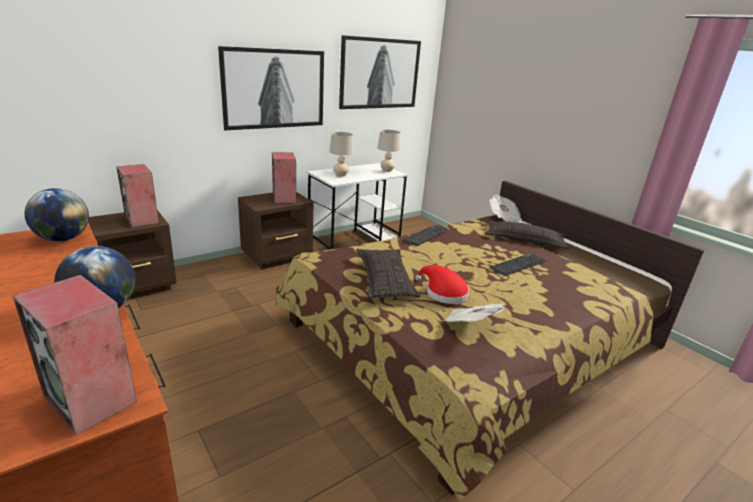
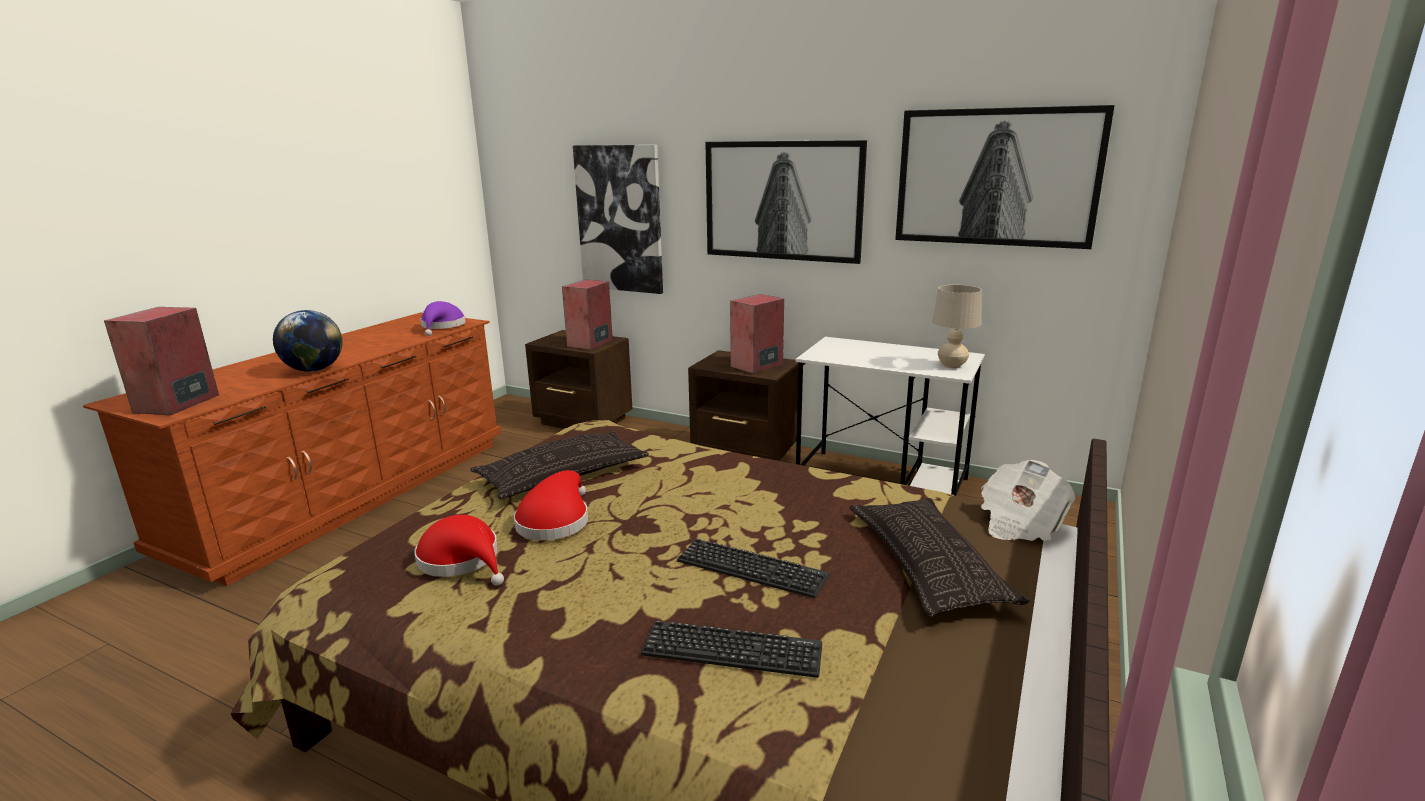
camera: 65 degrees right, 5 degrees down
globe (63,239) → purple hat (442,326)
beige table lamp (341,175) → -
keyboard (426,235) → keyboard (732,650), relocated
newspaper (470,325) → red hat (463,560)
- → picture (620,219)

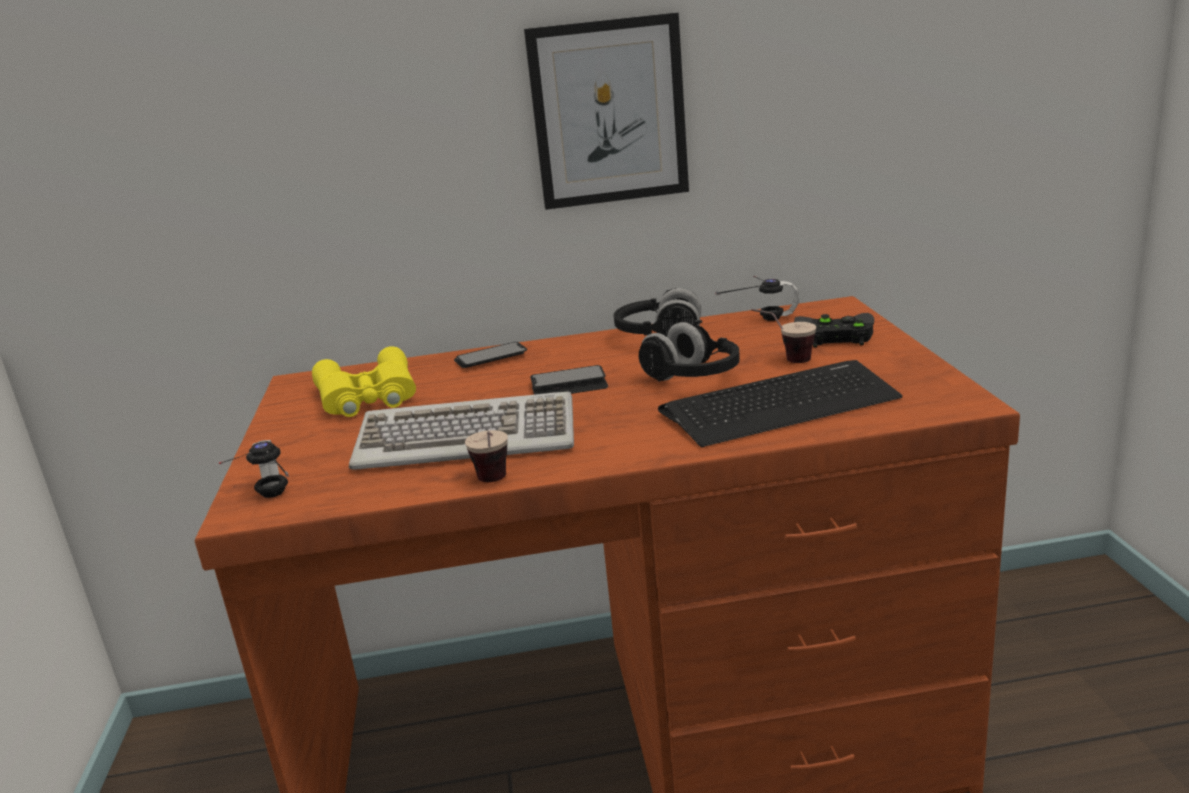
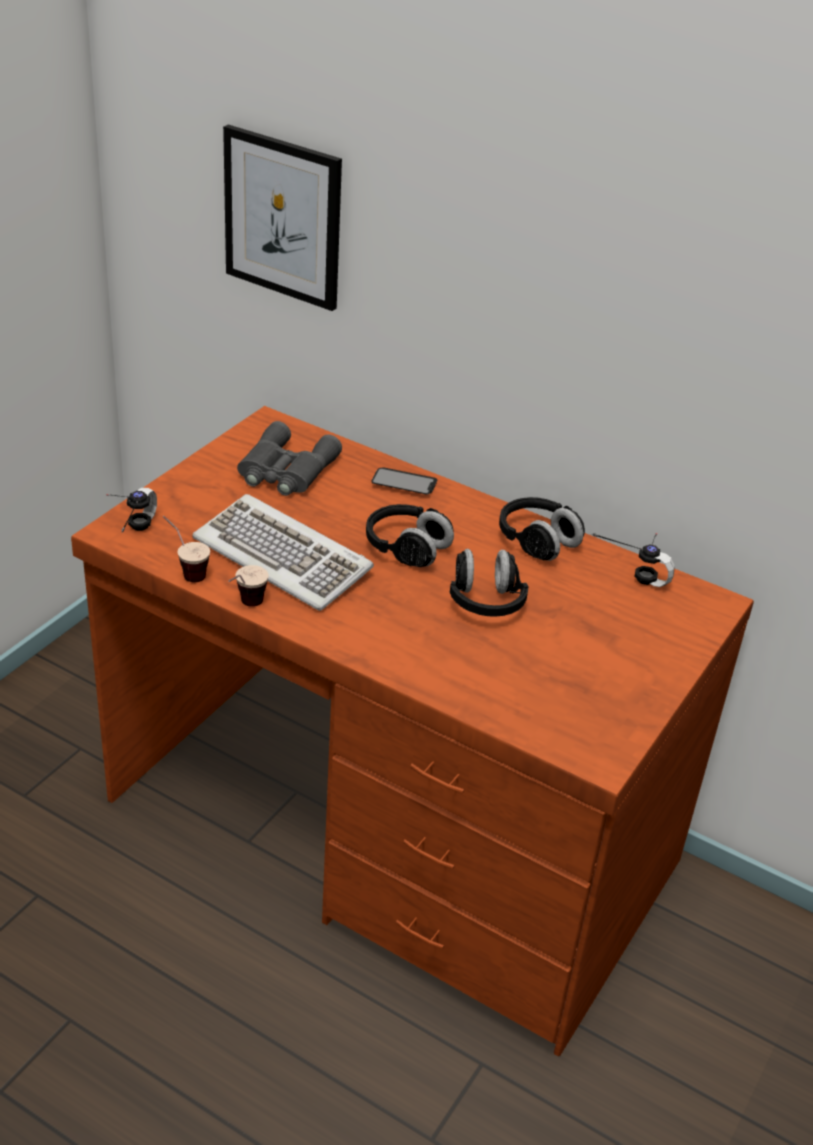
camera: 35 degrees right, 15 degrees up
yellow binoculars (367,396) → grey binoculars (285,470)
picture (608,112) → picture (283,217), relocated
phone (569,385) → black headphones (407,549)
keyboard (780,405) → -
cup (784,361) → cup (185,571), relocated
black game controller (832,336) → -

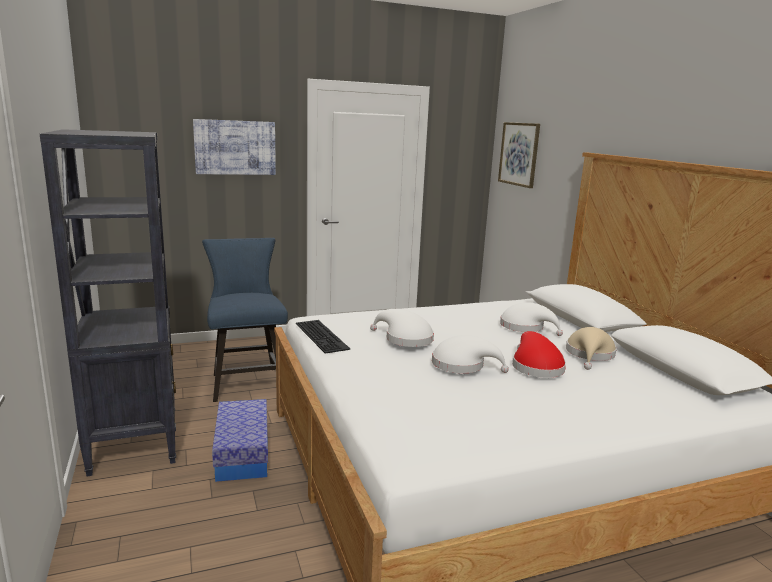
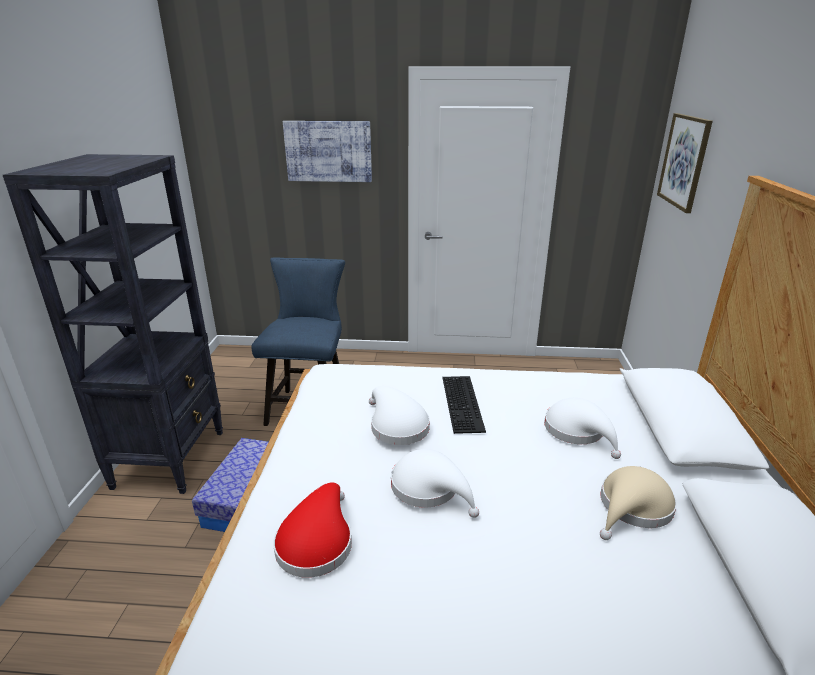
camera: 25 degrees right, 10 degrees up
keyboard (323,336) → keyboard (464,403), relocated
red hat (535,366) → red hat (316,541), relocated

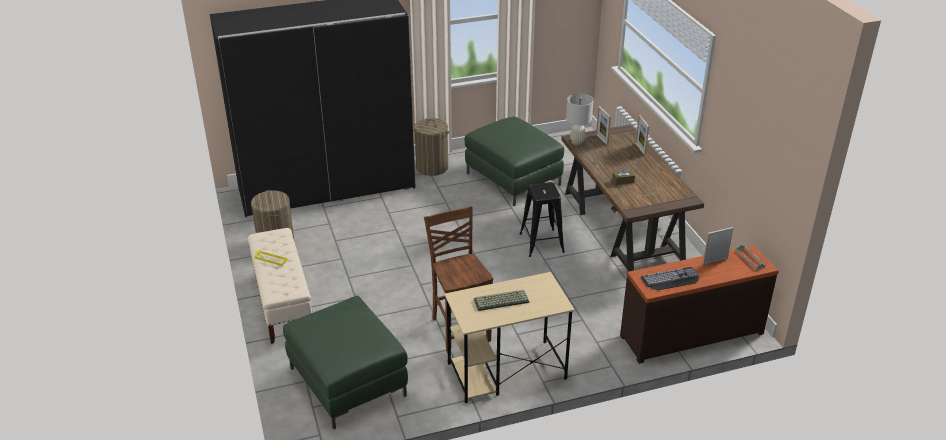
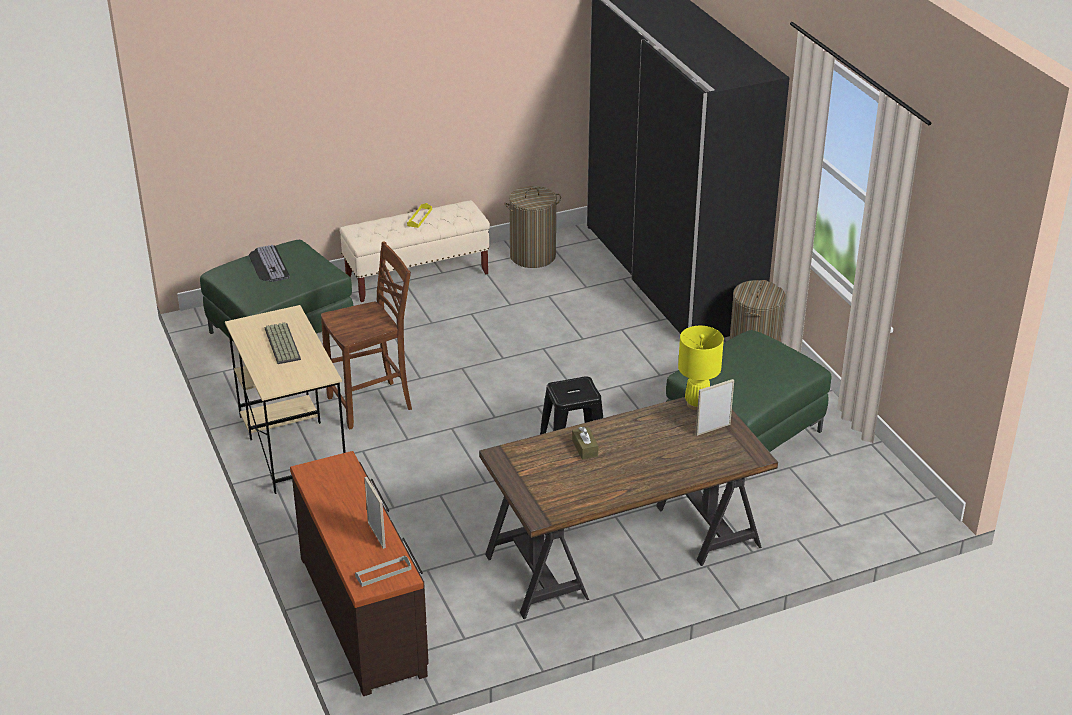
camera: 85 degrees right, 0 degrees up
white table lamp (577,142) → yellow table lamp (697,404)
picture frame (640,149) → -
keyboard (671,280) → keyboard (267,264), relocated

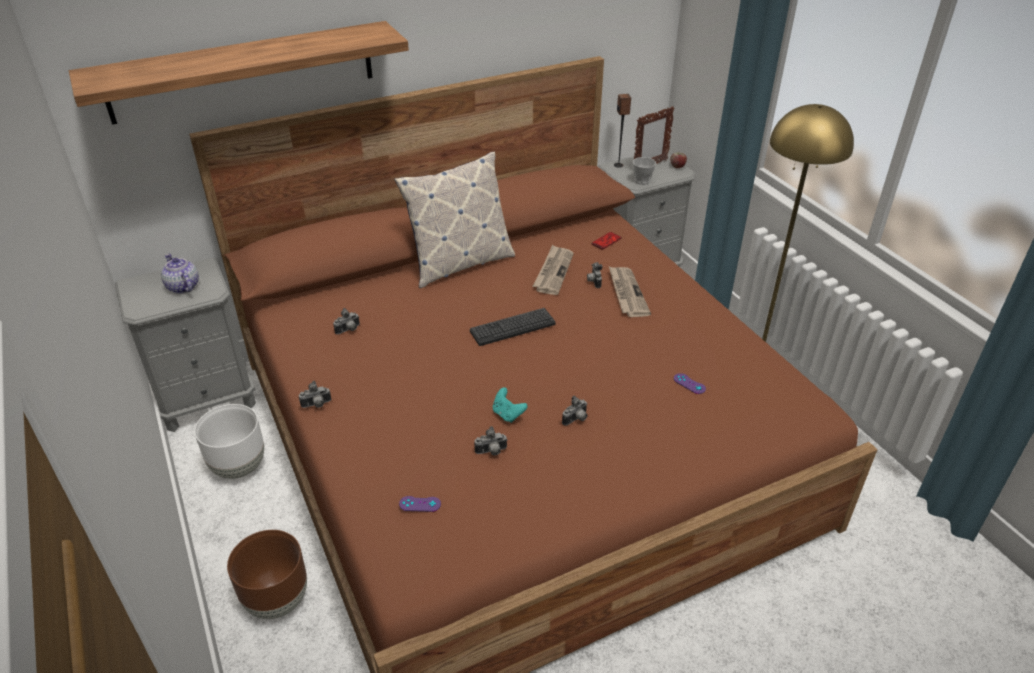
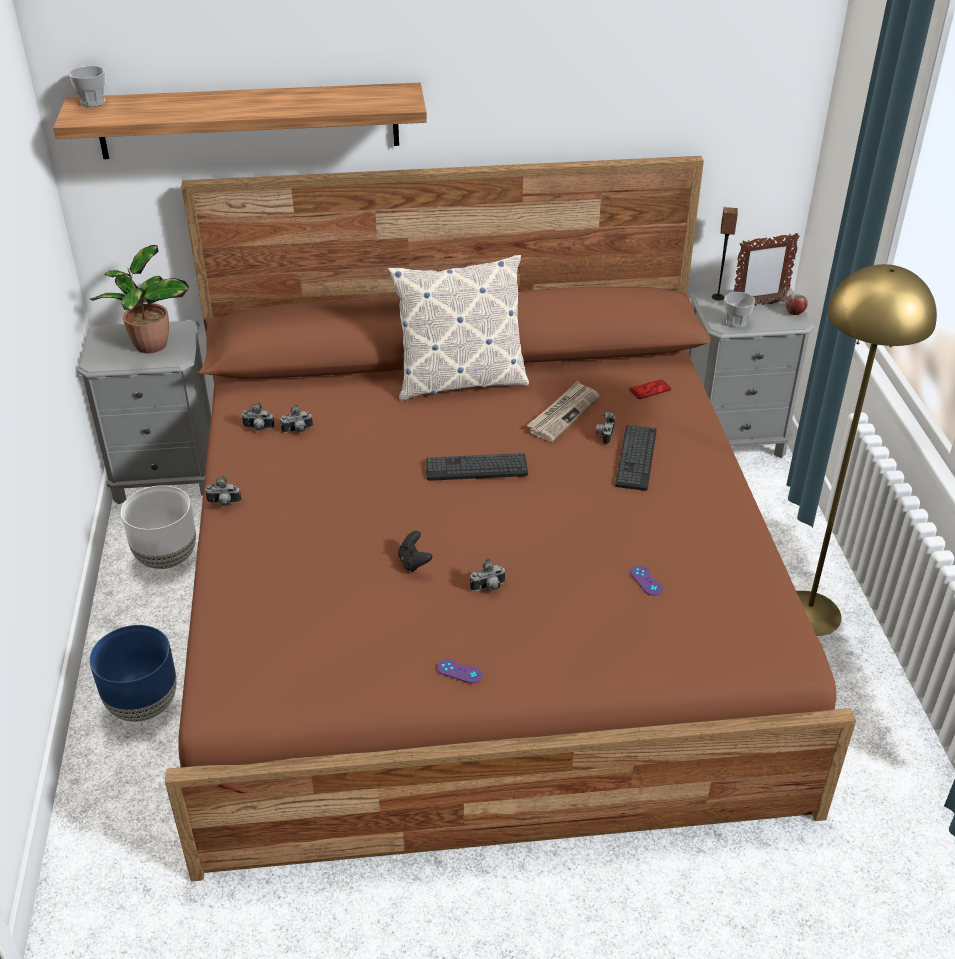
camera: 20 degrees right, 0 degrees up
teapot (182,287) → potted plant (149,346)
brown planter (277,601) → blue planter (143,706)
purple game controller (420,504) → purple game controller (460,671), relocated
photo camera (491,452) → photo camera (258,428), relocated
turquoise game controller (508,414) → black game controller (414,562)
newspaper (626,293) → keyboard (636,458)
- → cup (93,102)

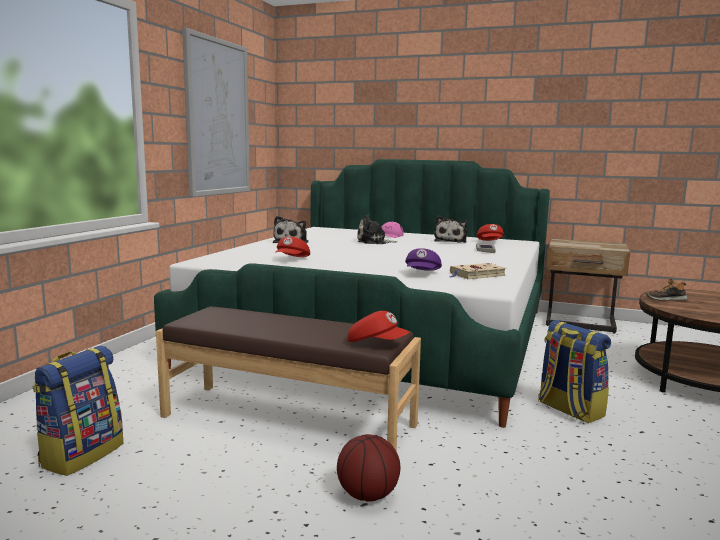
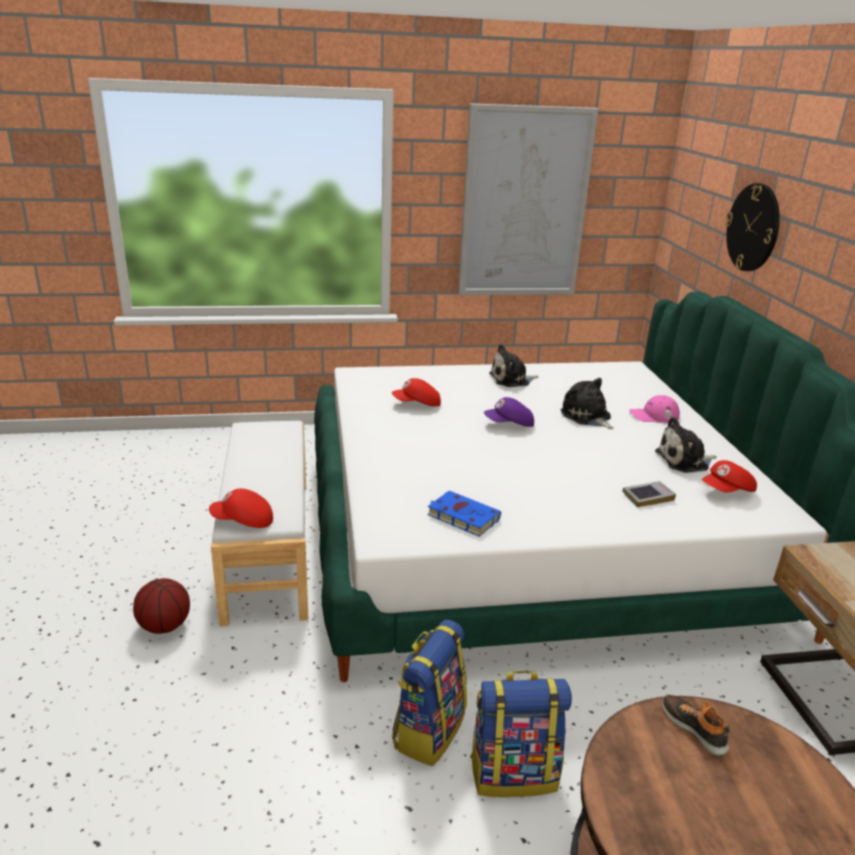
camera: 60 degrees right, 15 degrees up
backpack (82,454) → backpack (514,772), relocated
brown bench (288,420) → white bench (270,547)
red cap (377,344) → red cap (243,521), 90 degrees clockwise
purple cap (423,274) → purple cap (509,424), relocated
beige book (476,275) → blue book (461,516)
- → wall clock (753,227)

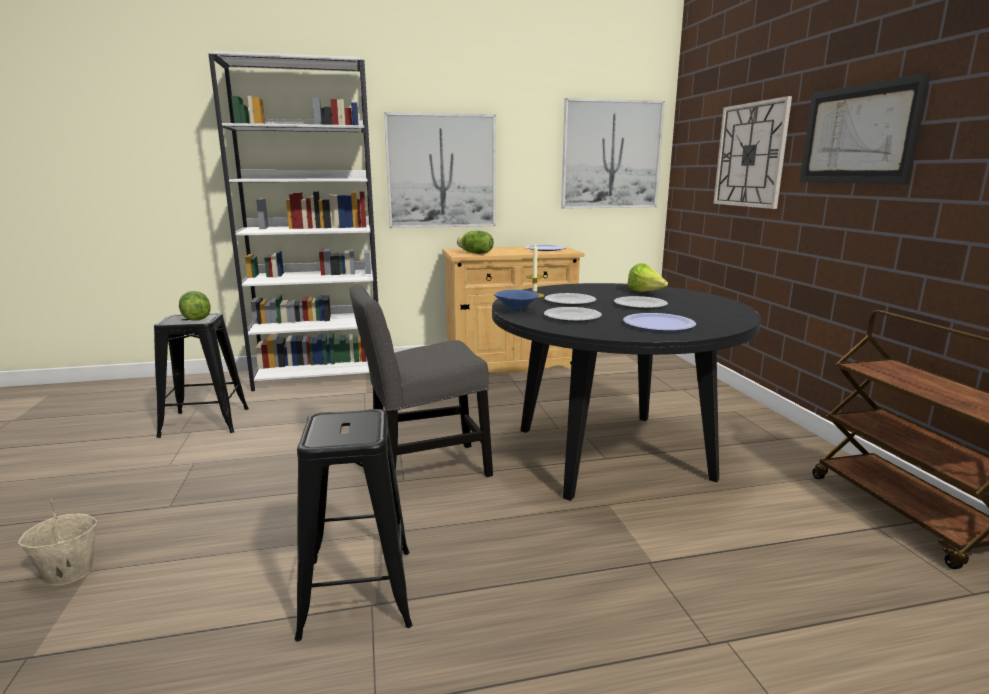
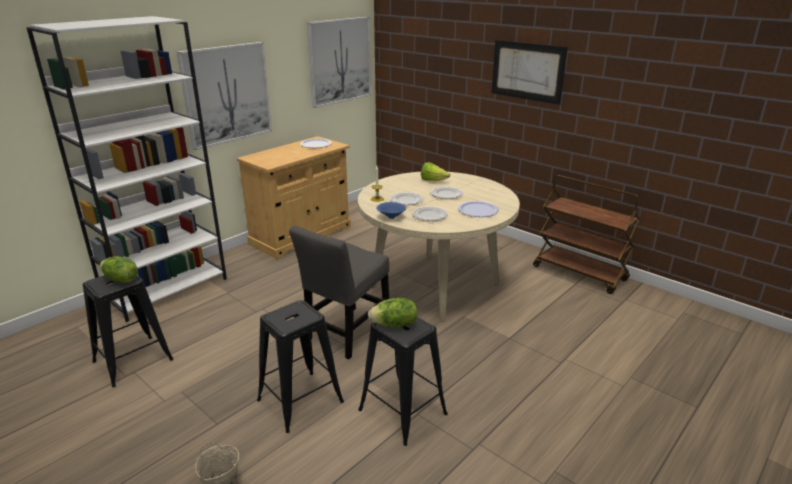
camera: 35 degrees left, 10 degrees up
lettuce (475,253) → lettuce (394,325), relocated
black dining table (611,453) → beige dining table (435,284)
wall clock (750,155) → -
- → black stool (299,401)

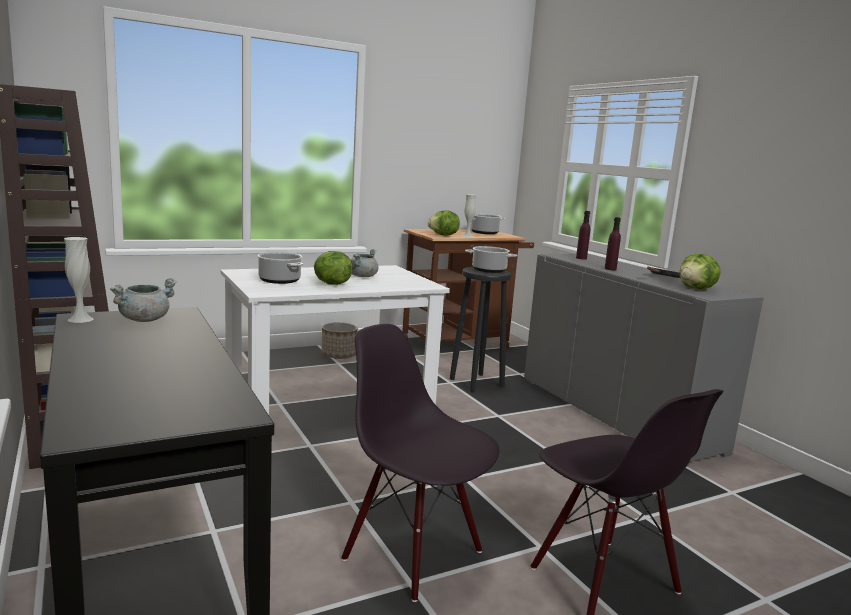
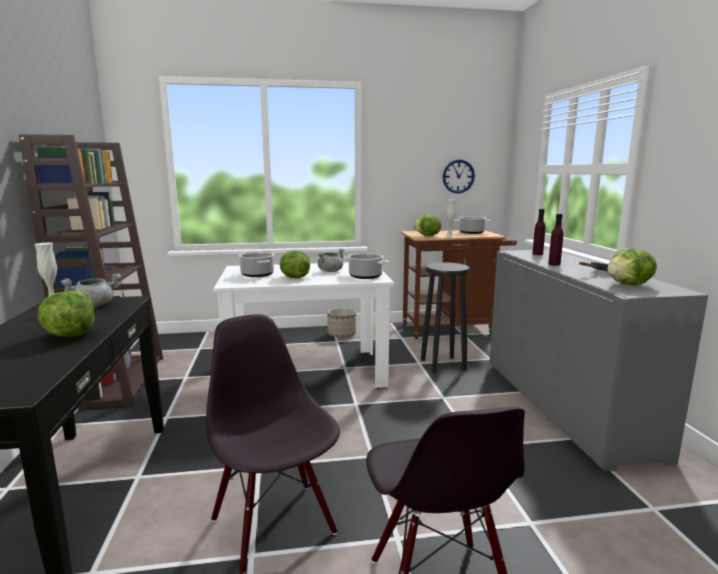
camera: 20 degrees right, 0 degrees up
cooking pot (489,270) → cooking pot (366,276), relocated
- → lettuce (70,335)
- → wall clock (458,176)

